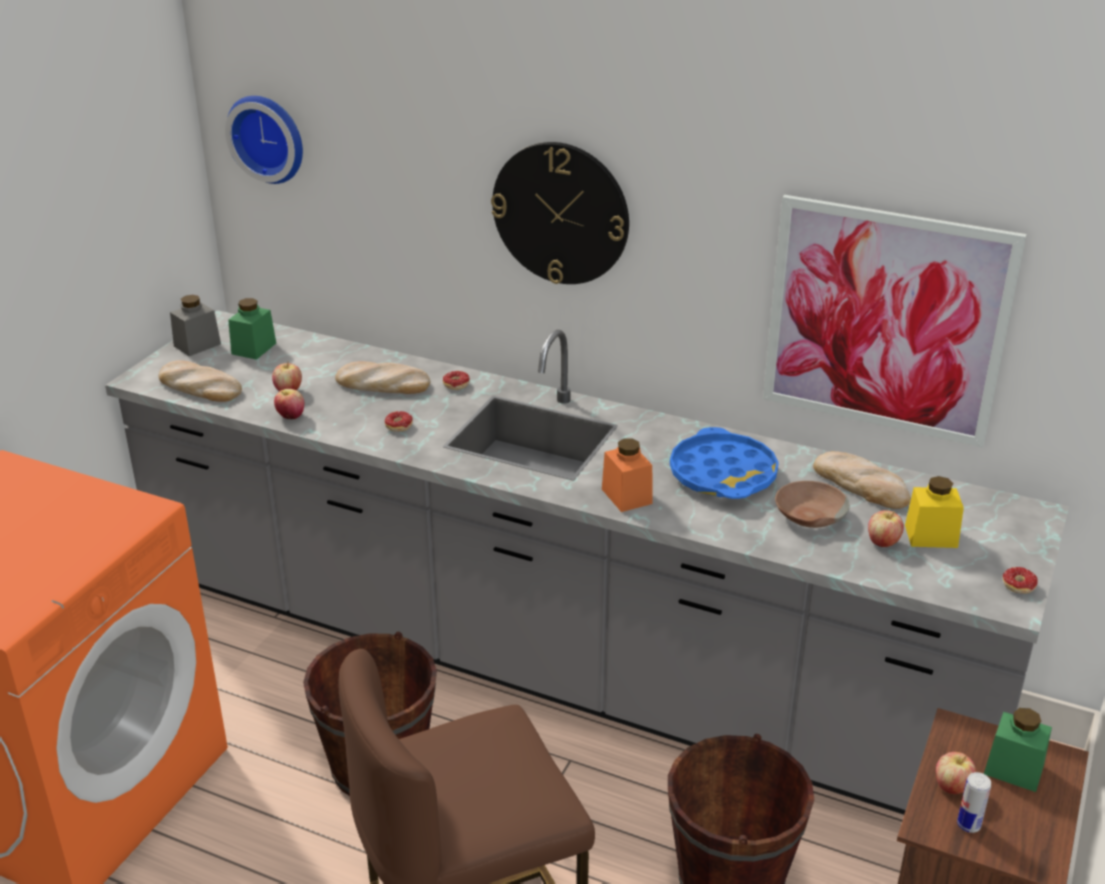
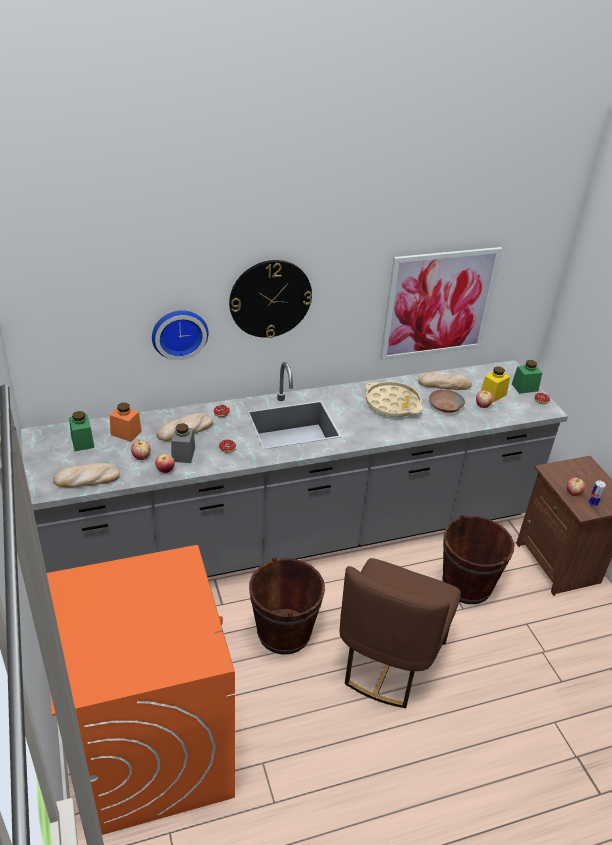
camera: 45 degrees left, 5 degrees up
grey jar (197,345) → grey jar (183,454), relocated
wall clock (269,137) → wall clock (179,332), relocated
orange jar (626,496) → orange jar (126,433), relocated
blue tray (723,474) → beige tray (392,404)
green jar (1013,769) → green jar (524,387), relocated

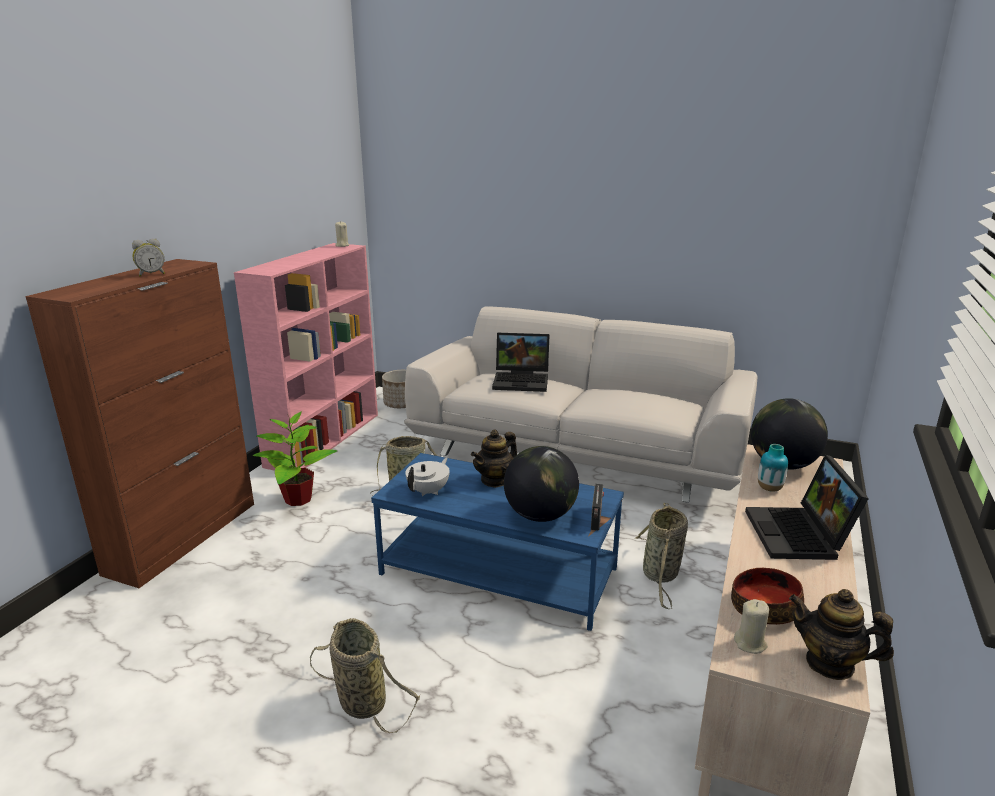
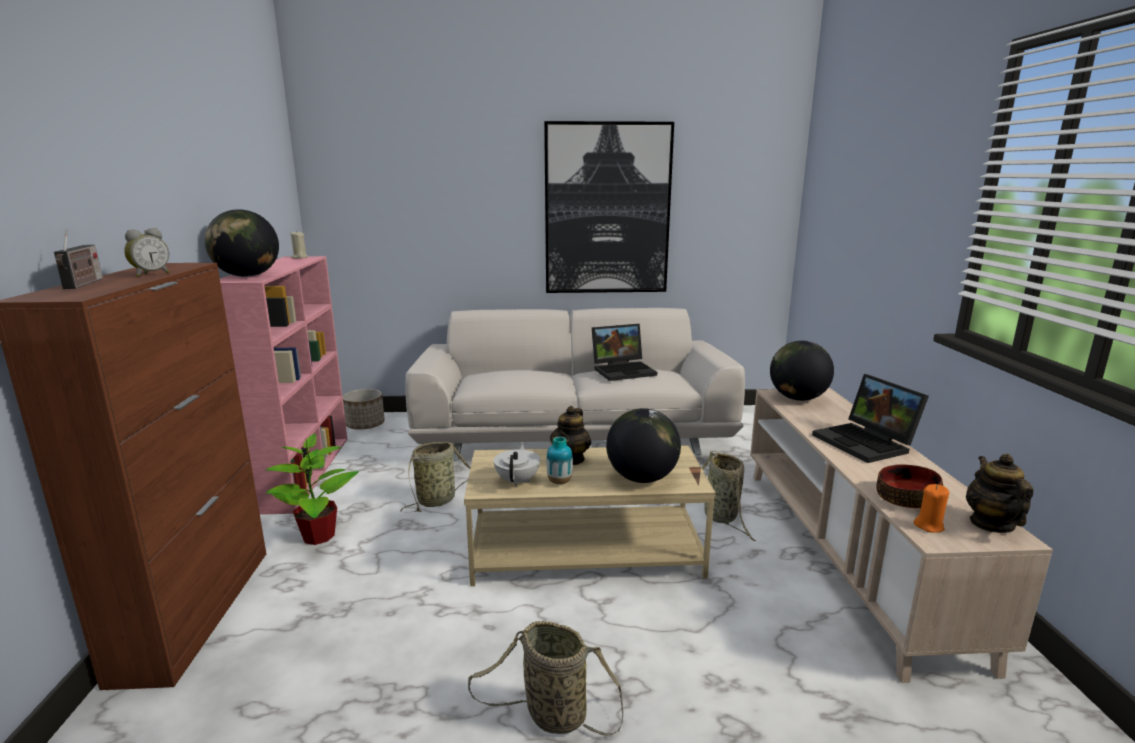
camera: 25 degrees left, 5 degrees down
blue coffee table (499,571) → beige coffee table (586,550)
laptop (522,381) → laptop (624,370), relocated
radio (596,519) → radio (83,284), relocated
beige candle (750,643) → orange candle (929,526)
vase (769,488) → vase (559,482), relocated
teapot (830,663) → teapot (991,524), 90 degrees clockwise
- → globe (247,276)
- → picture (607,210)

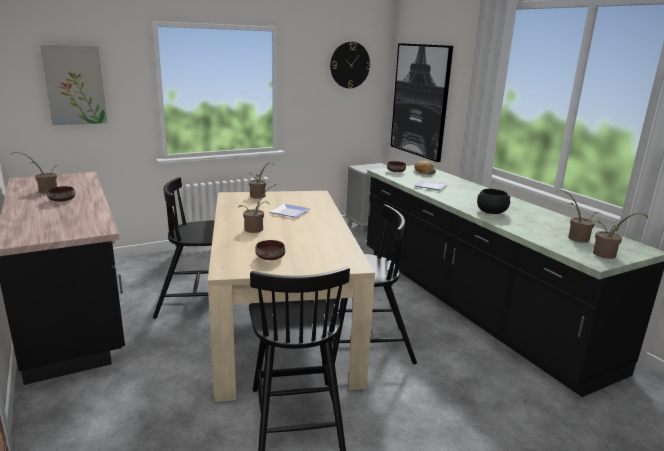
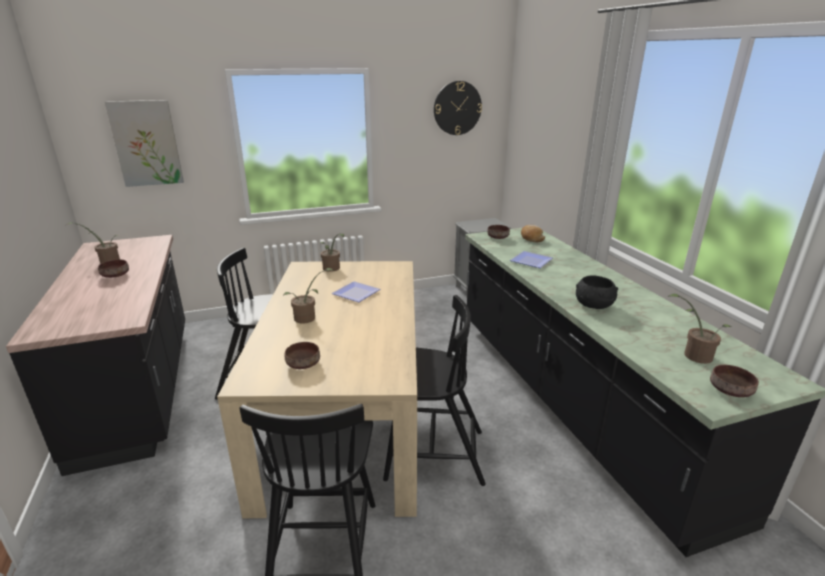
camera: 10 degrees right, 5 degrees up
picture (420,100) → -
potted plant (606,255) → brown bowl (730,390)

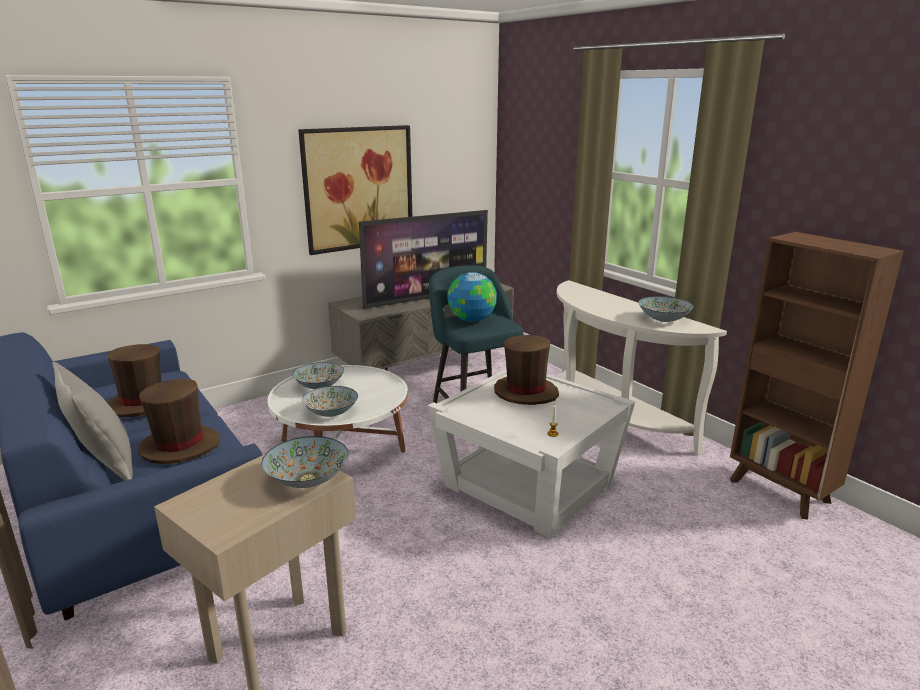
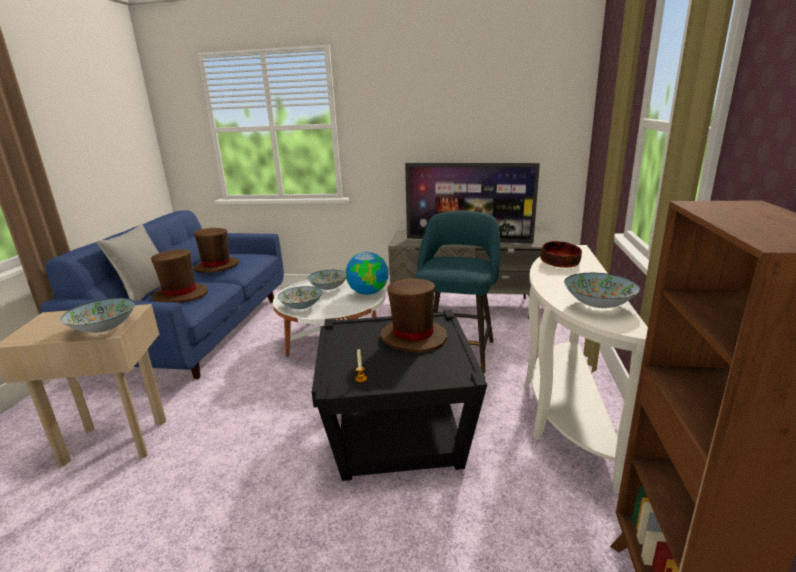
camera: 45 degrees right, 0 degrees up
picture (358,188) → -
white side table (528,485) → black side table (399,428)
globe (471,320) → globe (368,292), relocated
- → bowl (559,263)

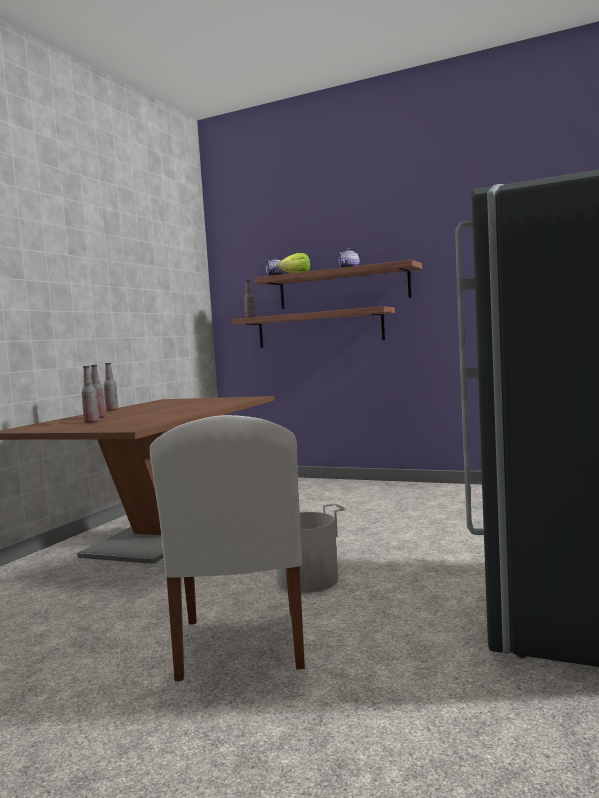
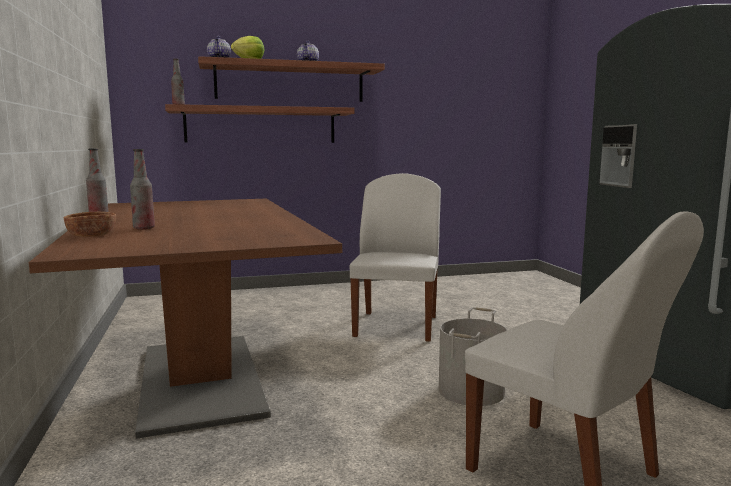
camera: 40 degrees left, 5 degrees up
bottle (91,422) → -
- → brown bowl (92,235)
- → white chair (397,325)

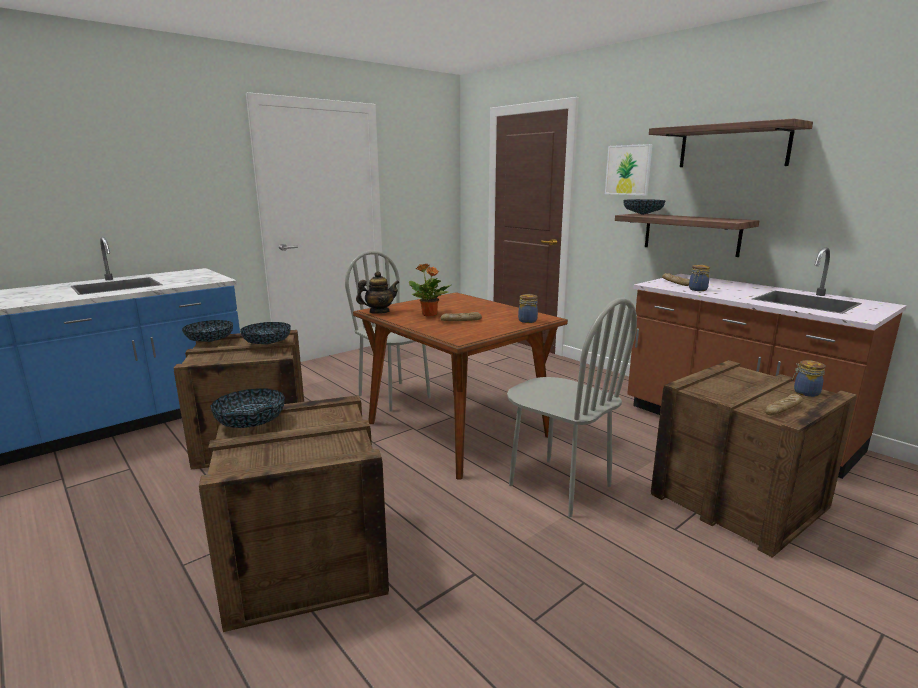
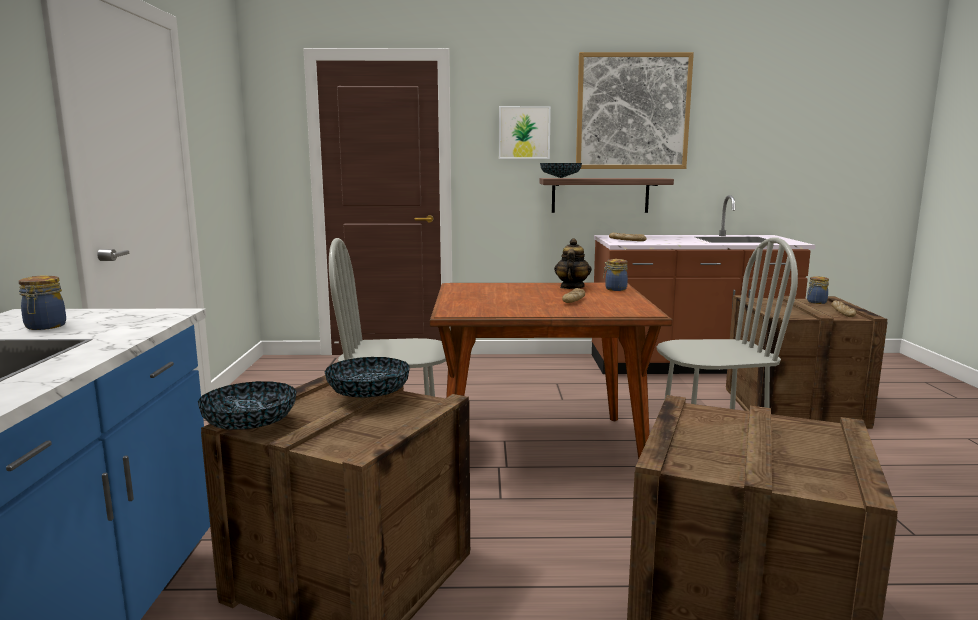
camera: 50 degrees left, 5 degrees down
bowl (251,424) → -
teapot (379,312) → teapot (571,287), relocated
potted plant (429,315) → -
shelf (733,146) → picture (632,112)
jar (697,290) → jar (45,327), relocated

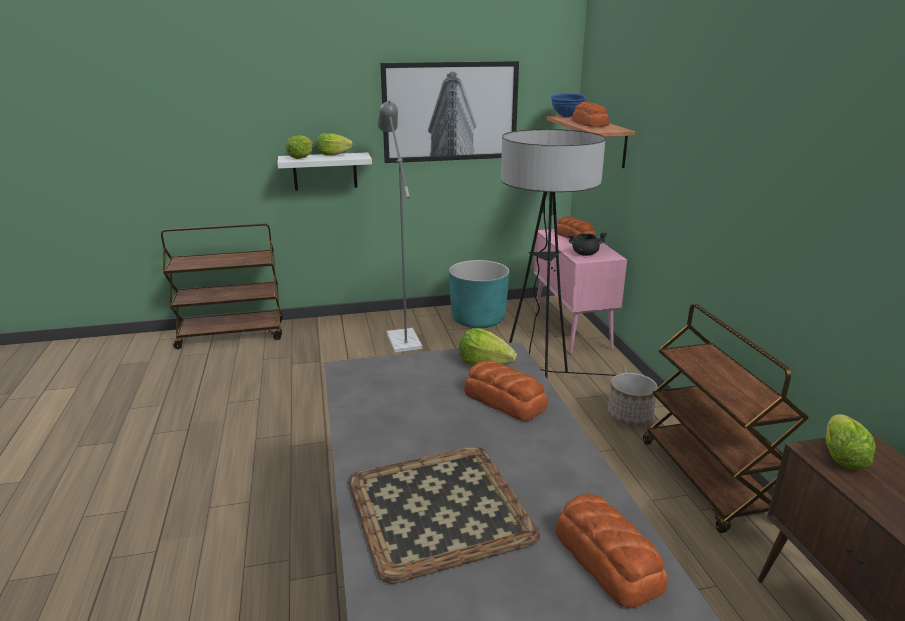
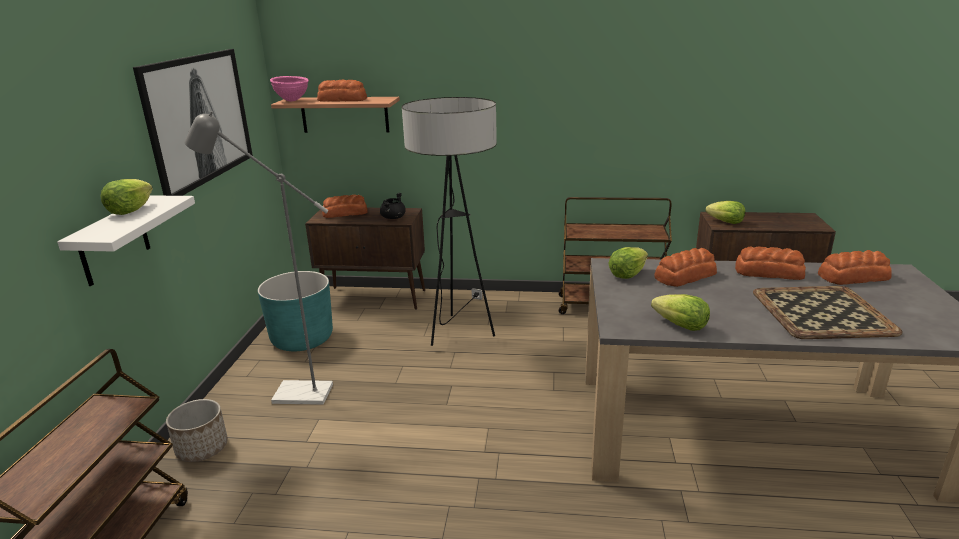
camera: 70 degrees left, 0 degrees up
lettuce (301,157) → lettuce (681,326), relocated
pink cabinet (572,330) → brown cabinet (375,298)
blue bowl (567,117) → pink bowl (292,101)
planter (630,416) → planter (202,448), relocated
- → bread (768,272)

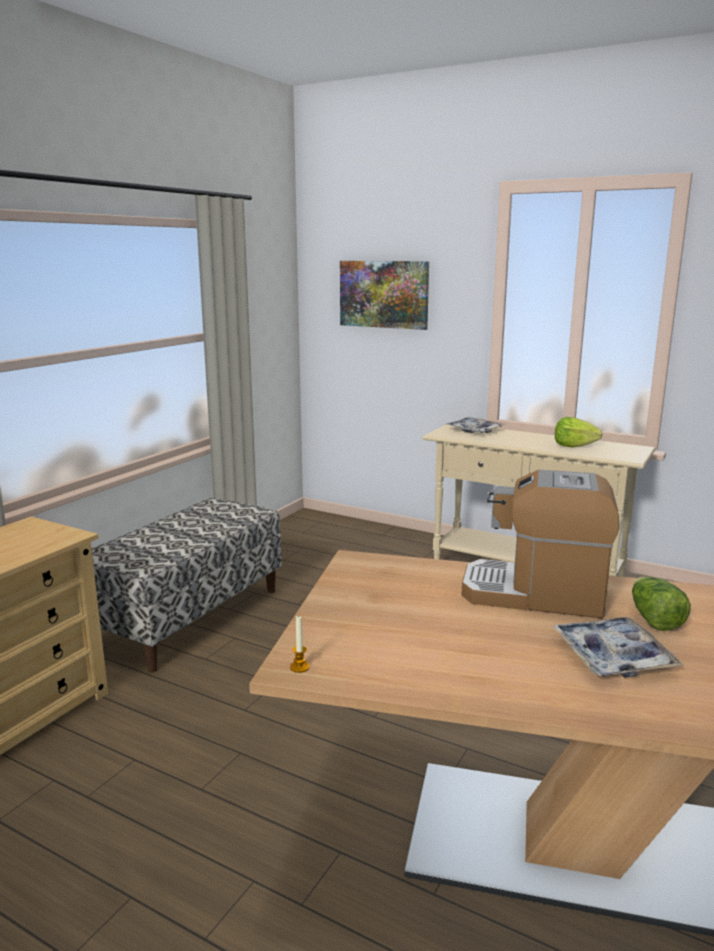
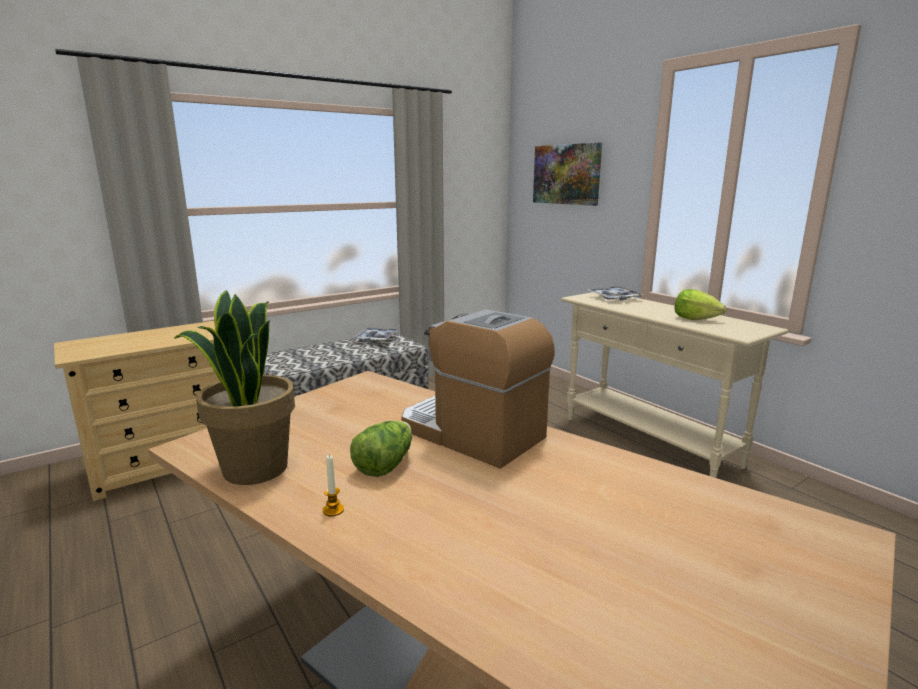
camera: 25 degrees right, 0 degrees up
candle (299,667) → candle (333,510), relocated
tray (613,656) → tray (376,339), relocated
lettuce (654,619) → lettuce (385,464), relocated
- → potted plant (254,469)

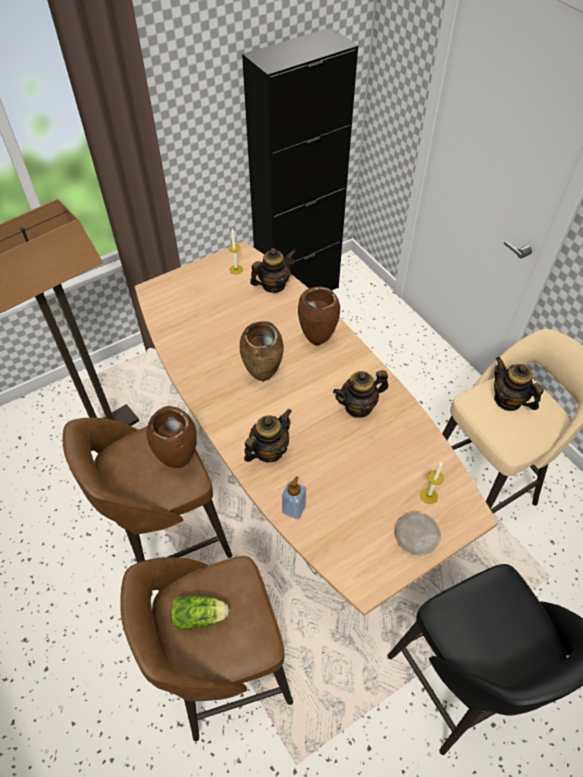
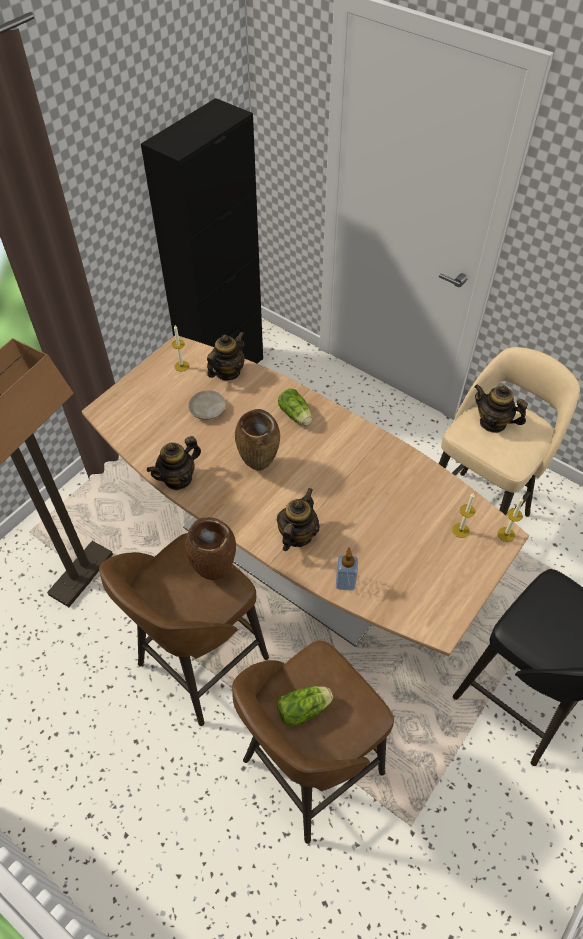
camera: 20 degrees left, 0 degrees up
brown vase (317,341) → lettuce (296,416)
teapot (358,407) → teapot (178,478), relocated
beige plate (415,537) → beige plate (207,410), relocated
- → candle (506,534)

